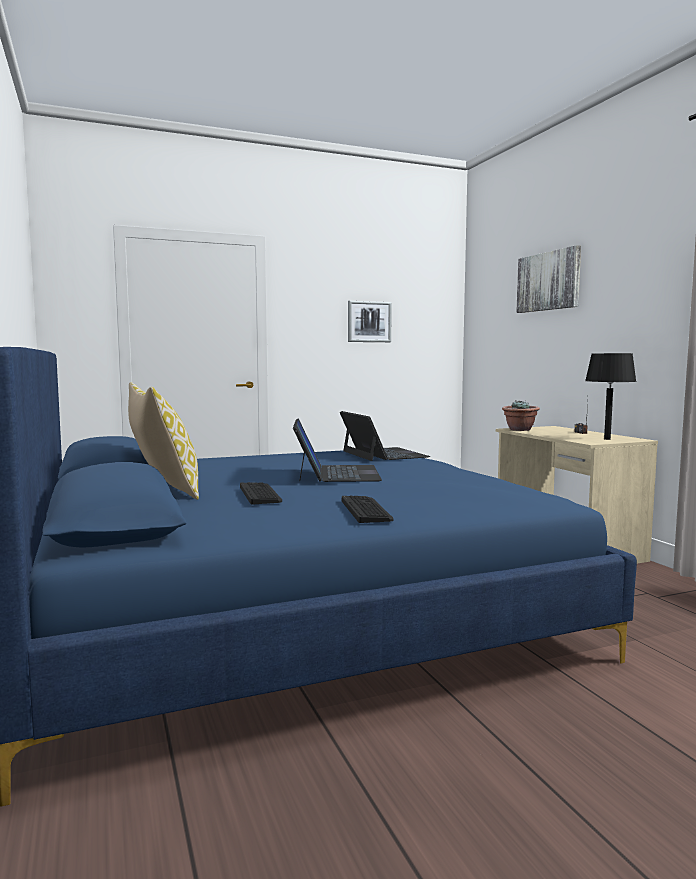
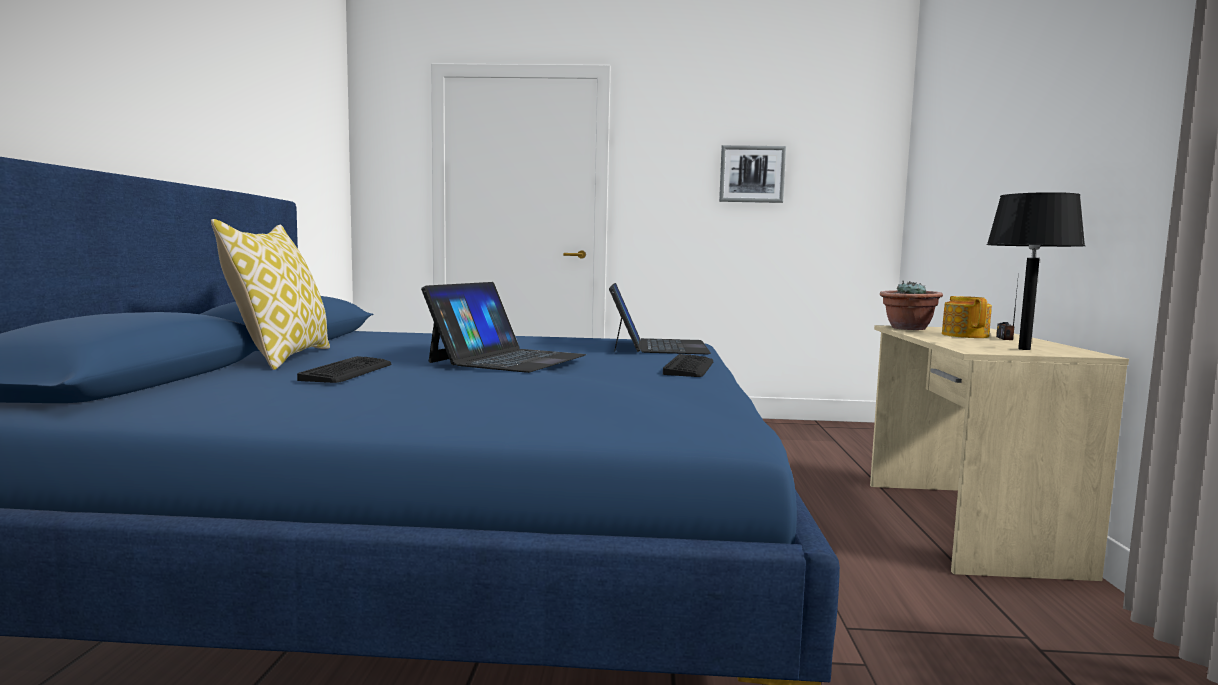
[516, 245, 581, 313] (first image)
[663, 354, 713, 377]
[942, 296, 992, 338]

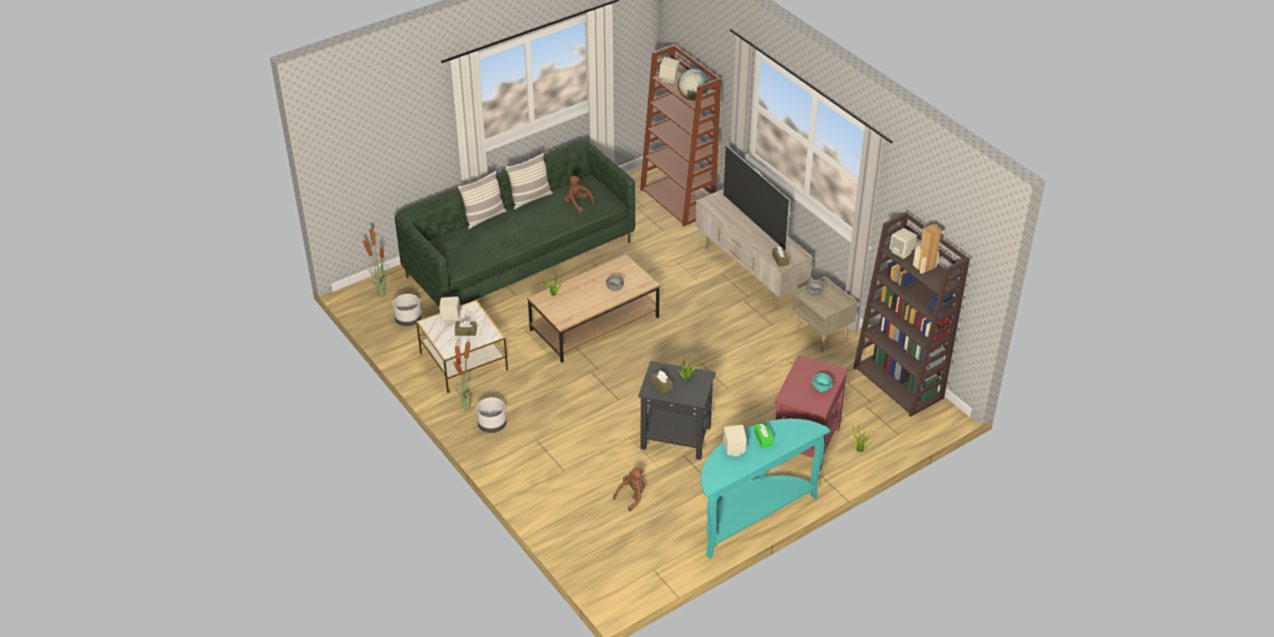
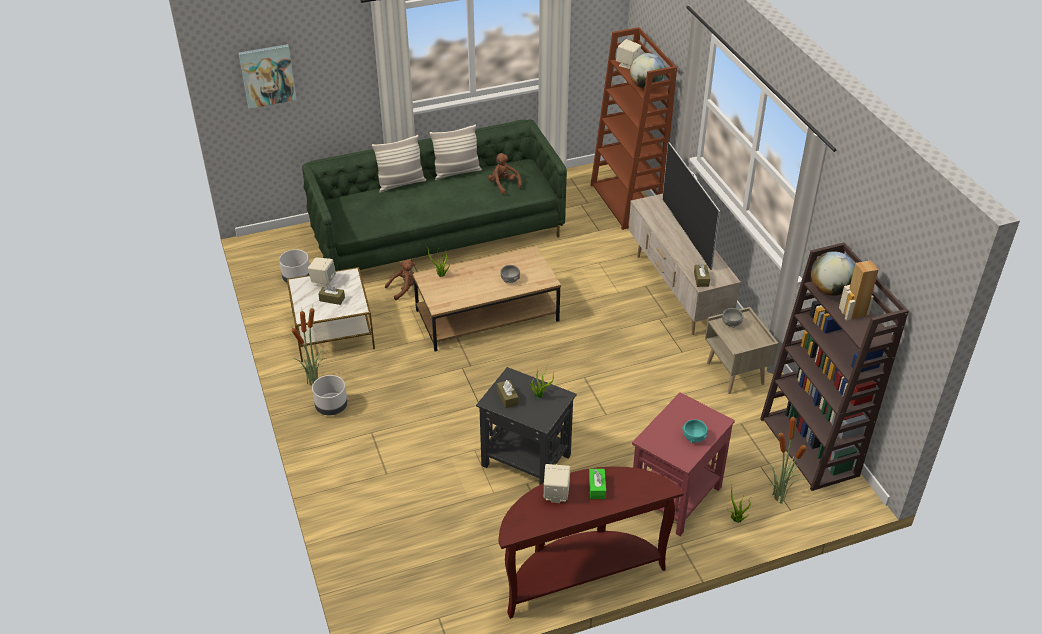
[769, 413, 806, 504]
[811, 251, 855, 296]
[498, 466, 684, 619]
[385, 260, 416, 300]
[239, 44, 297, 109]

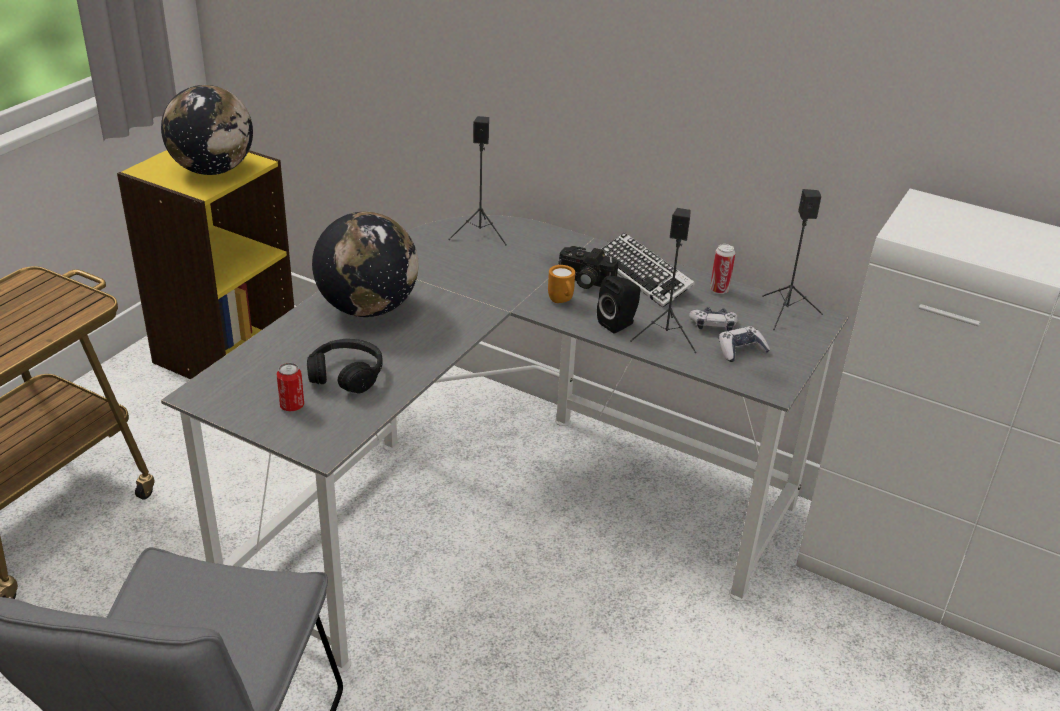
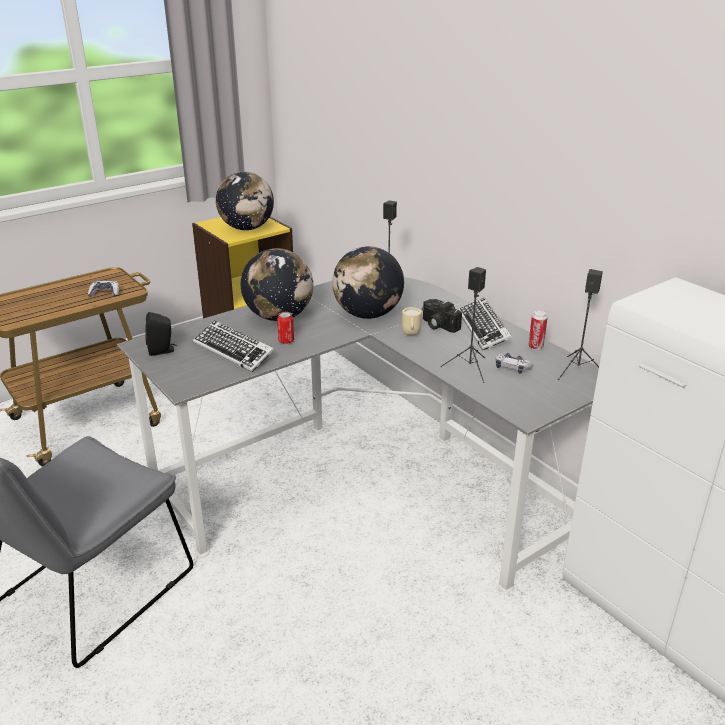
[402, 307, 422, 335]
[145, 312, 177, 356]
[88, 281, 119, 297]
[193, 320, 274, 372]
[277, 312, 294, 344]
[332, 246, 404, 319]

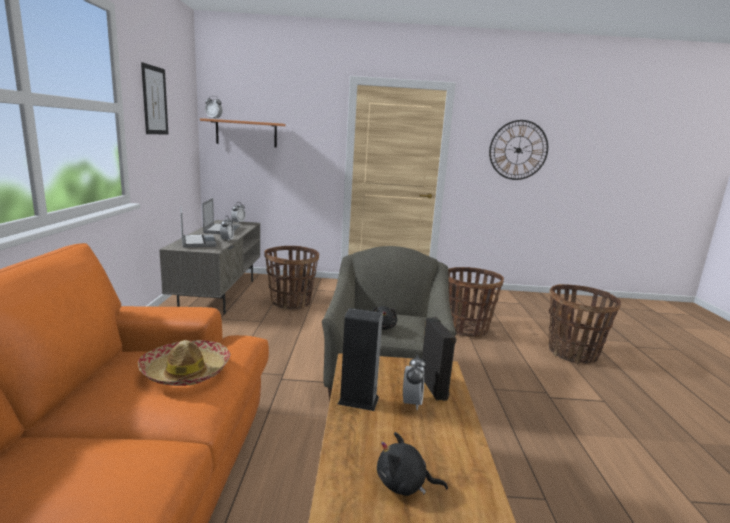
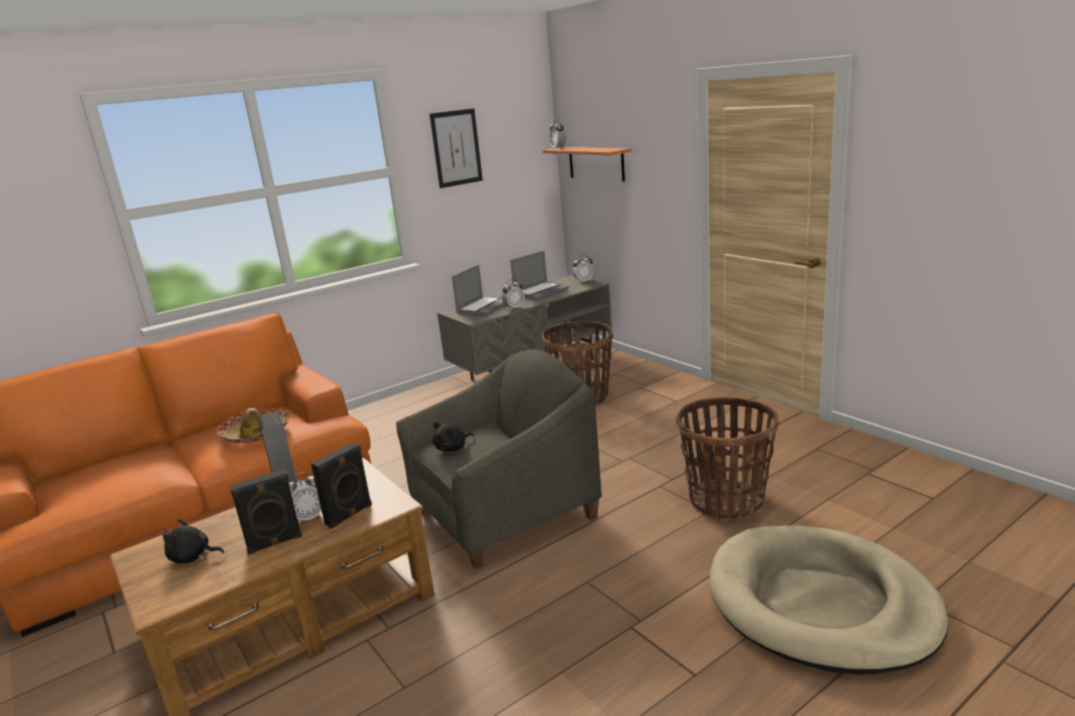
[489, 120, 548, 180] (first image)
[710, 525, 949, 675]
[163, 519, 224, 563]
[230, 469, 302, 555]

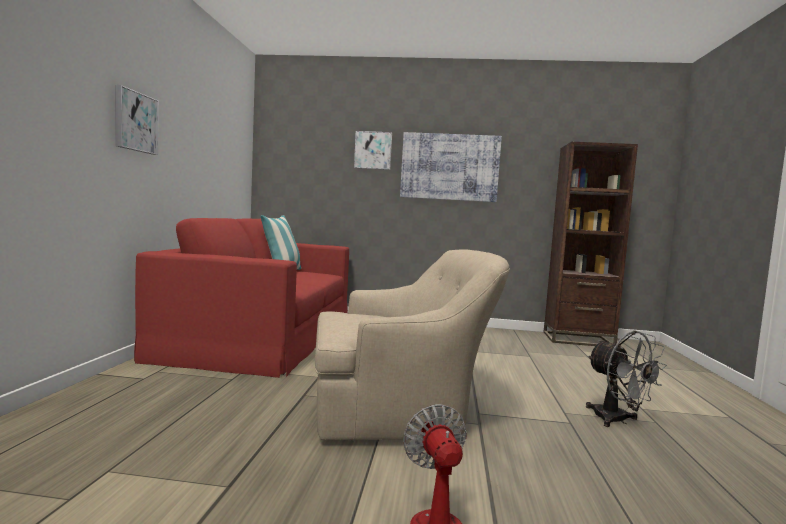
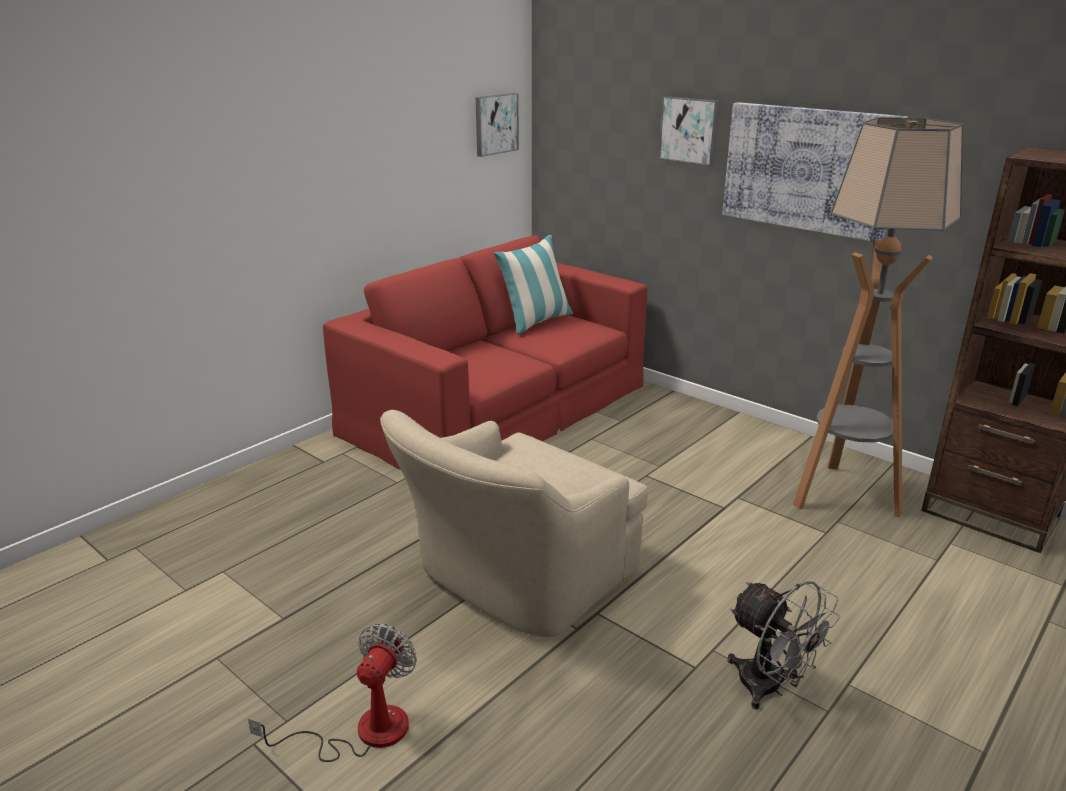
[476, 93, 519, 157]
[380, 410, 648, 637]
[727, 581, 840, 709]
[793, 117, 963, 517]

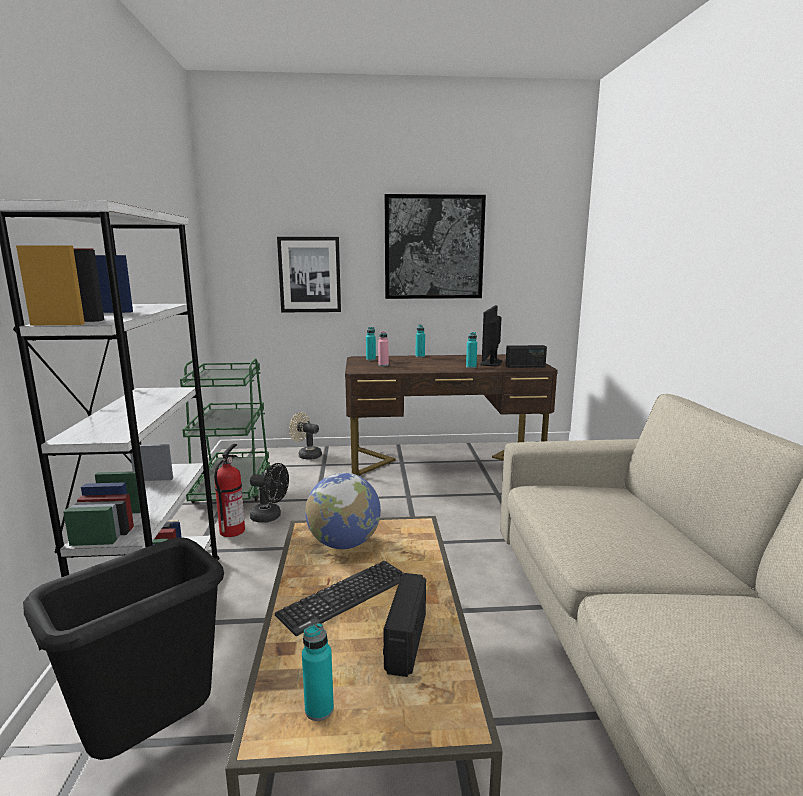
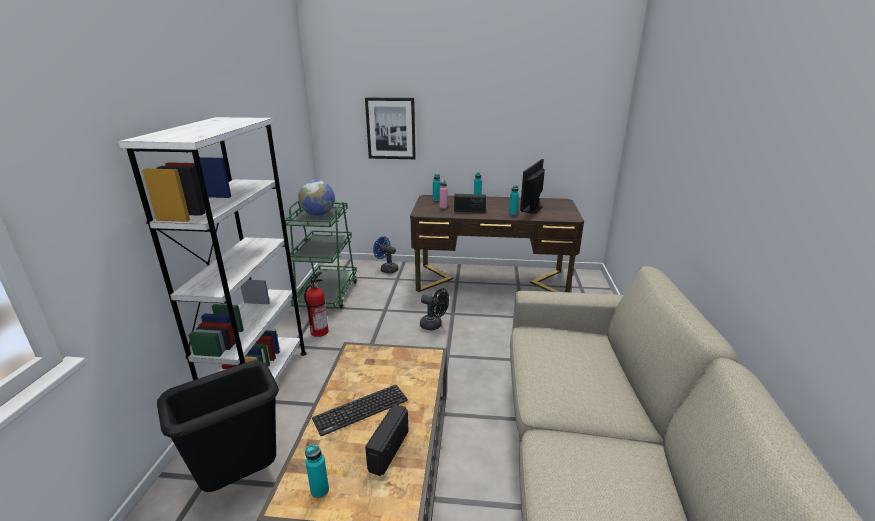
[385, 194, 486, 299] (first image)
[454, 194, 486, 213]
[373, 236, 398, 274]
[420, 288, 449, 330]
[298, 180, 335, 216]

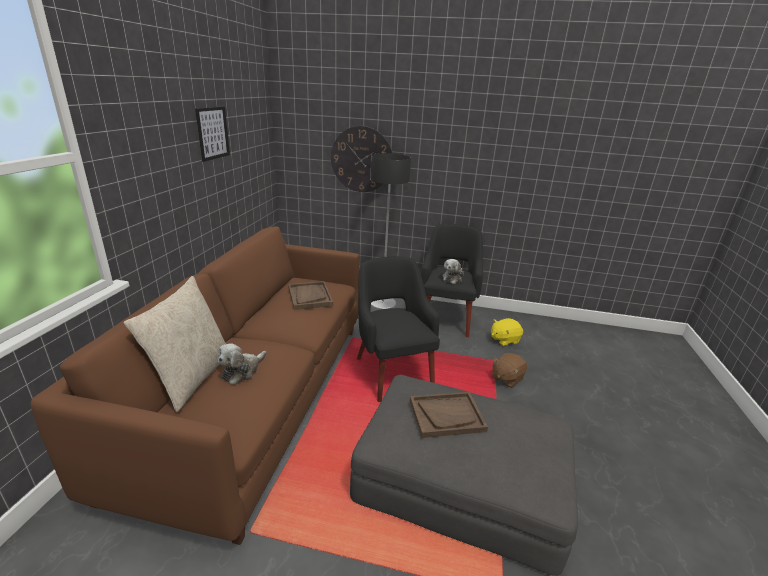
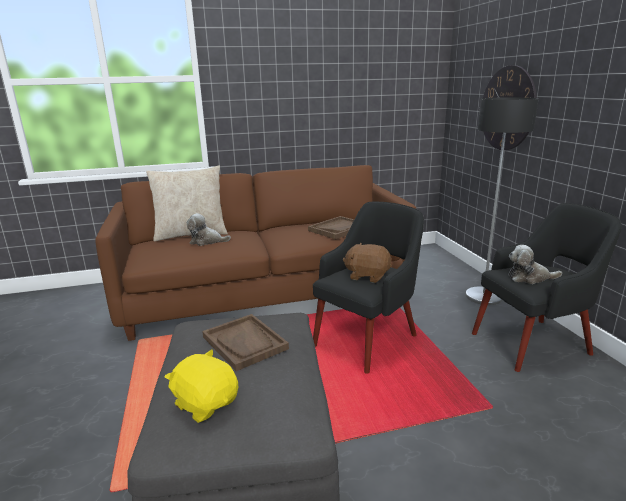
[195, 106, 230, 162] (first image)
[164, 350, 238, 423]
[343, 243, 392, 283]

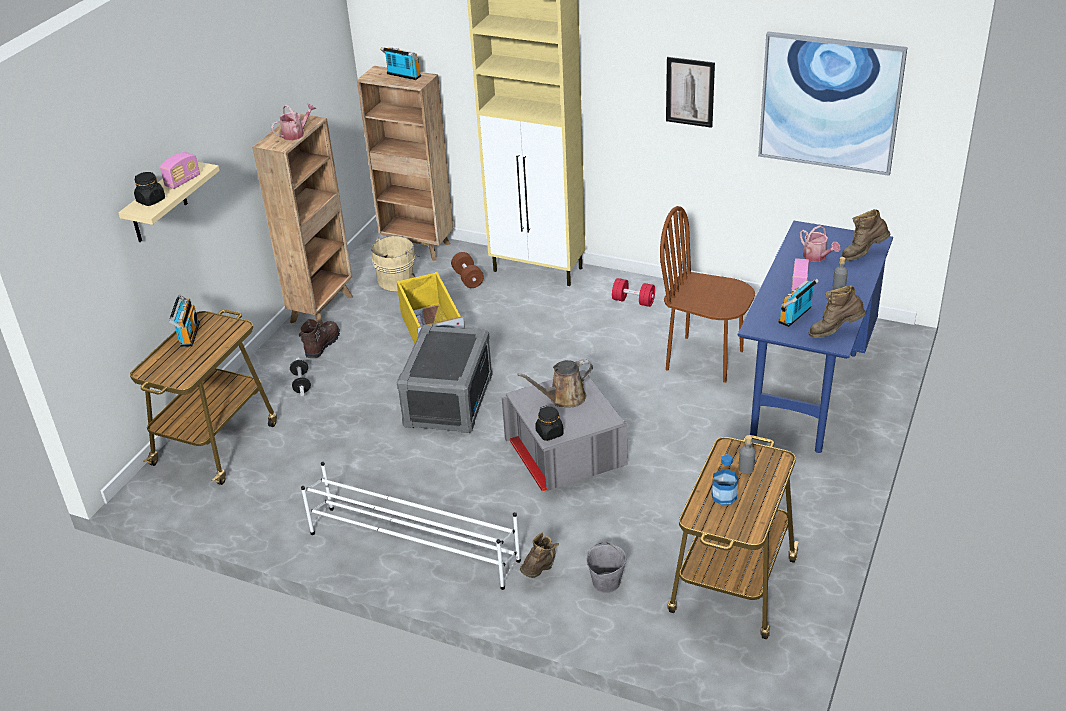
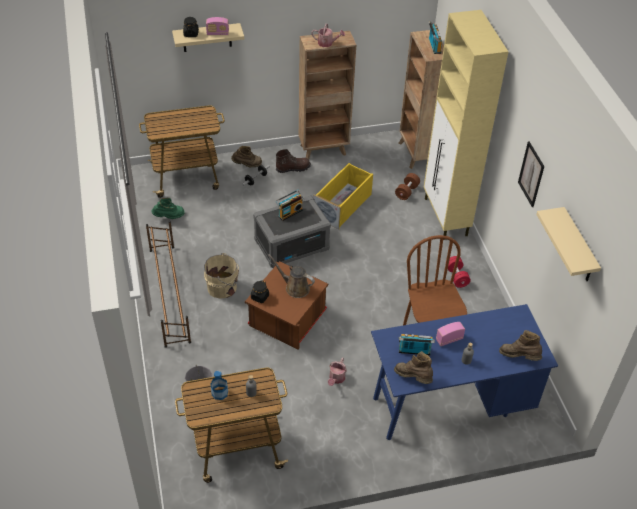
[536, 207, 601, 281]
[328, 358, 347, 386]
[204, 253, 239, 299]
[276, 189, 303, 221]
[245, 261, 328, 350]
[146, 221, 191, 348]
[231, 146, 262, 167]
[152, 198, 185, 219]

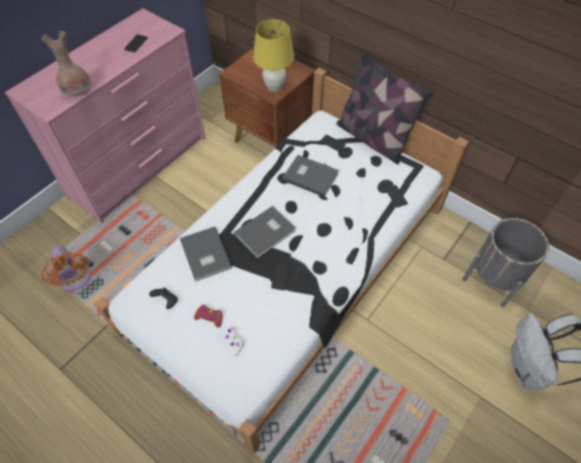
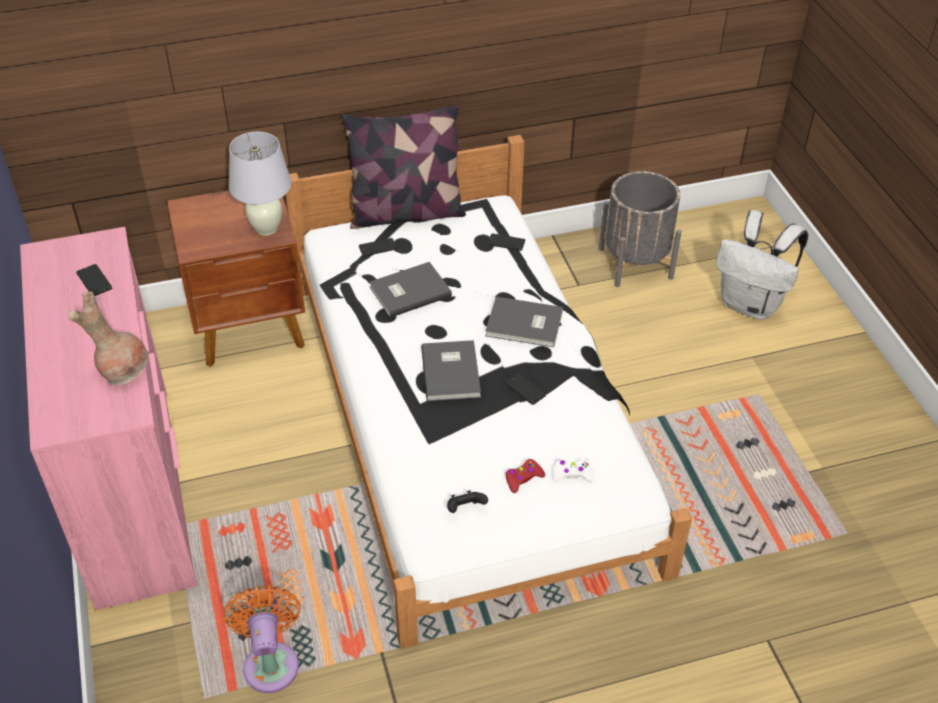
[229, 132, 291, 236]
[485, 297, 563, 347]
[223, 585, 301, 693]

